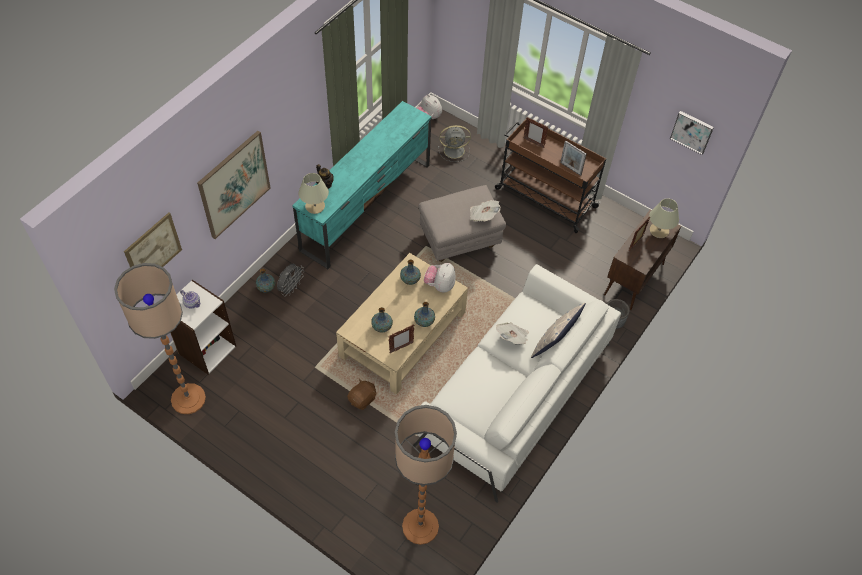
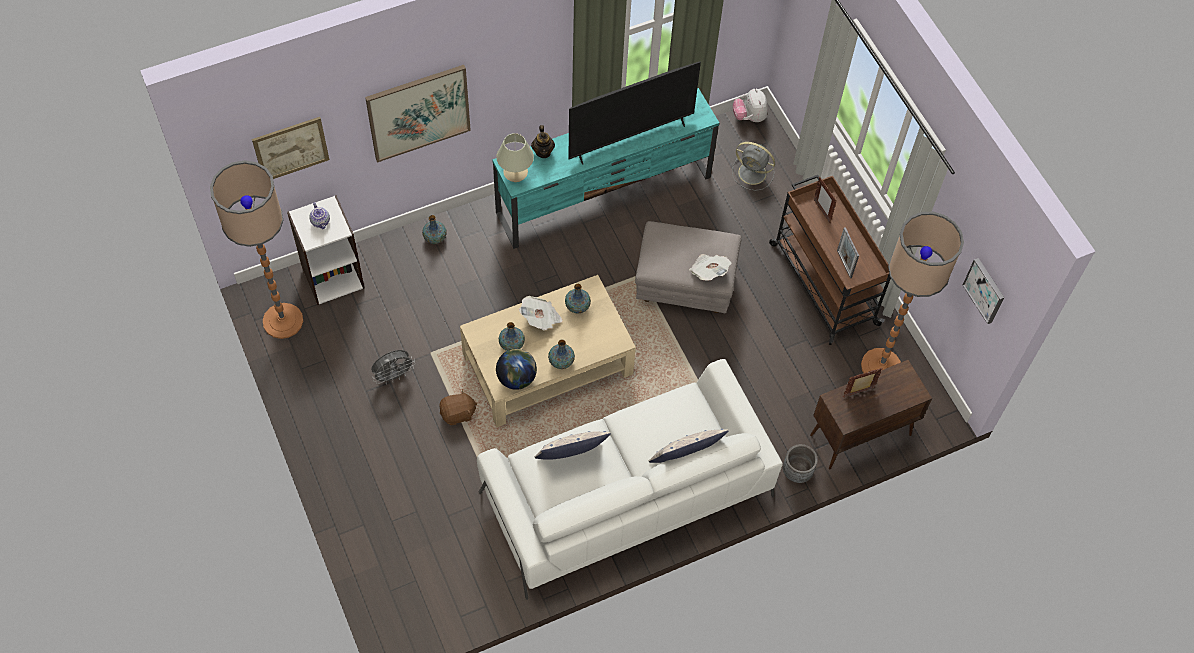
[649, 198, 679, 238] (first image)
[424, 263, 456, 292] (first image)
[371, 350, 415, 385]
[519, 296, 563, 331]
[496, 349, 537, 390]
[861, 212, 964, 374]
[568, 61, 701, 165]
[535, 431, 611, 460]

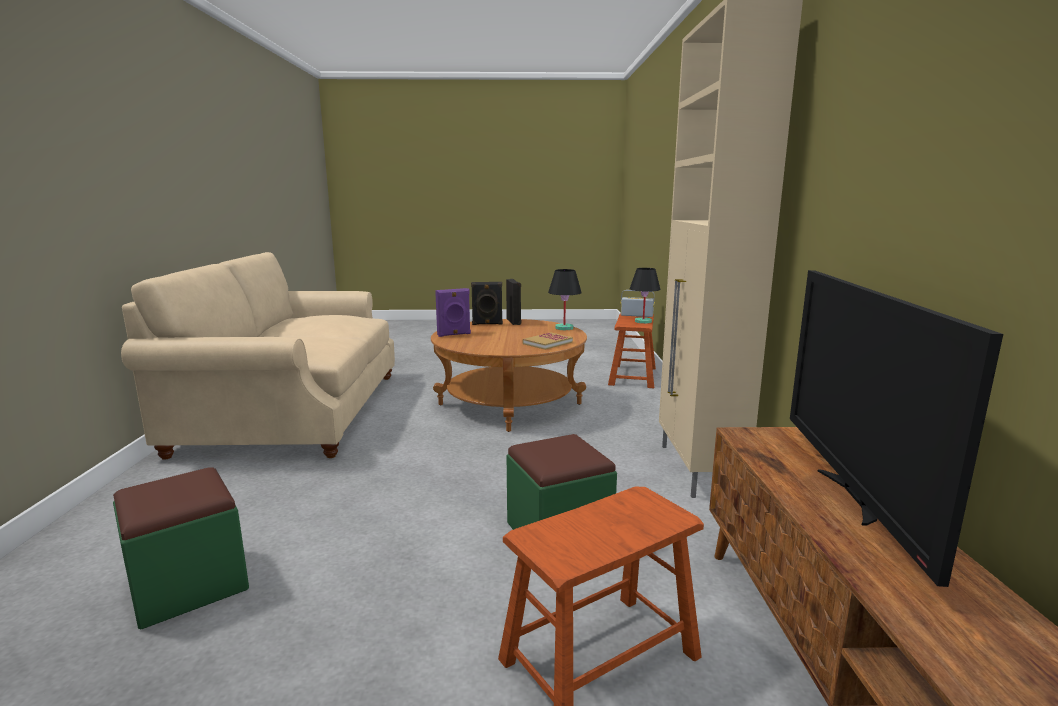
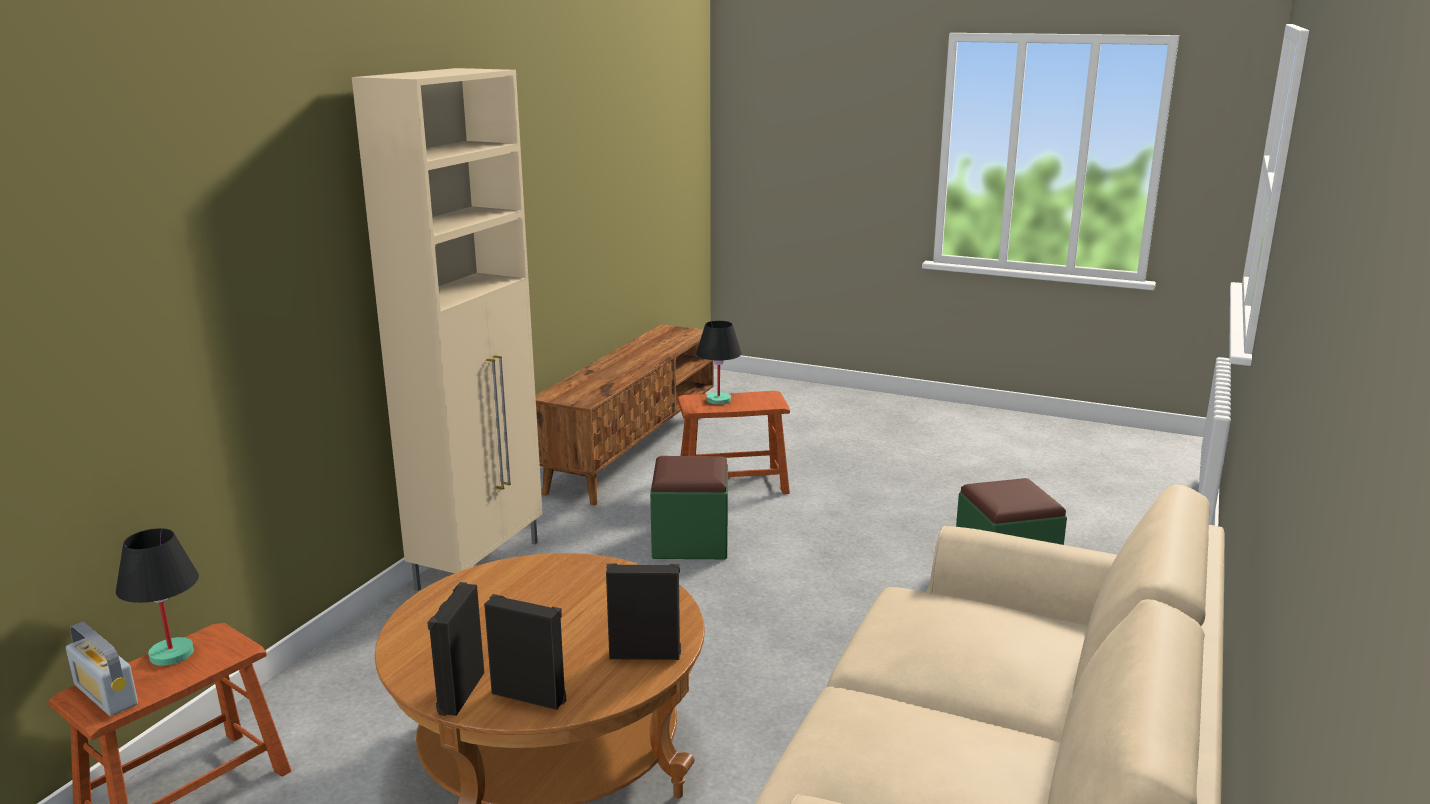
[696, 321, 742, 405]
[790, 270, 1003, 587] (first image)
[606, 563, 681, 660]
[523, 332, 573, 350] (first image)

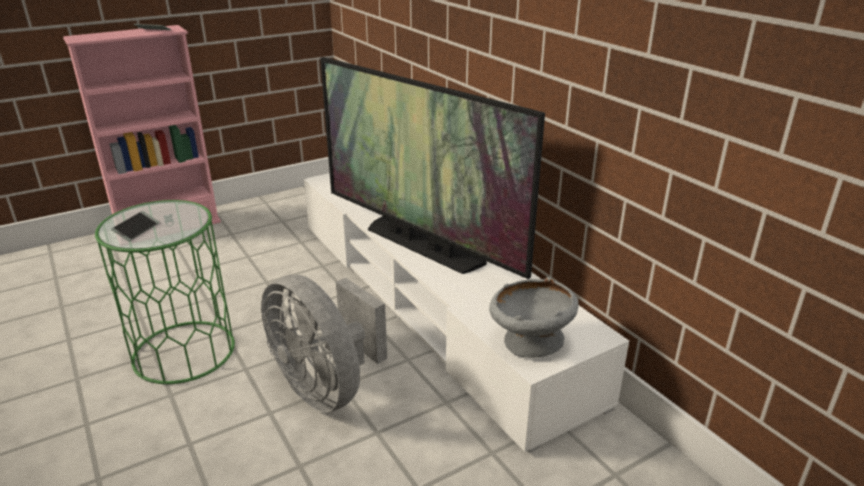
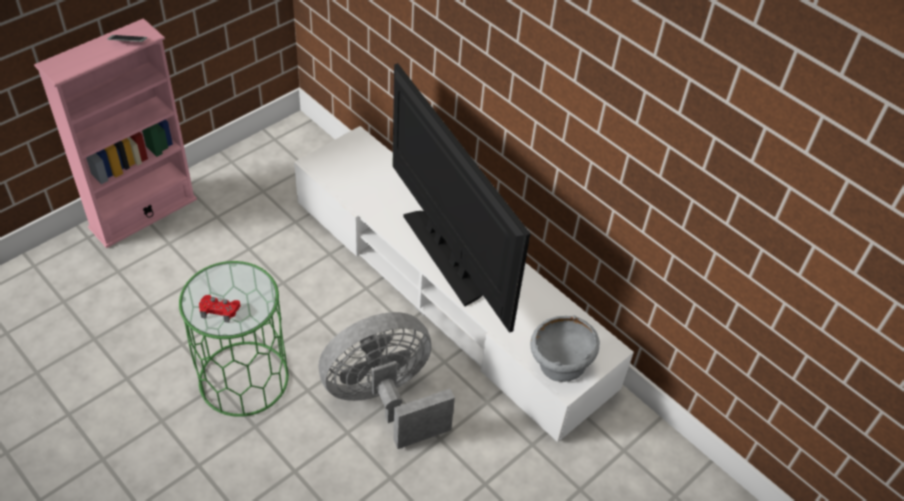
[393, 63, 531, 333]
[199, 295, 240, 323]
[318, 312, 455, 449]

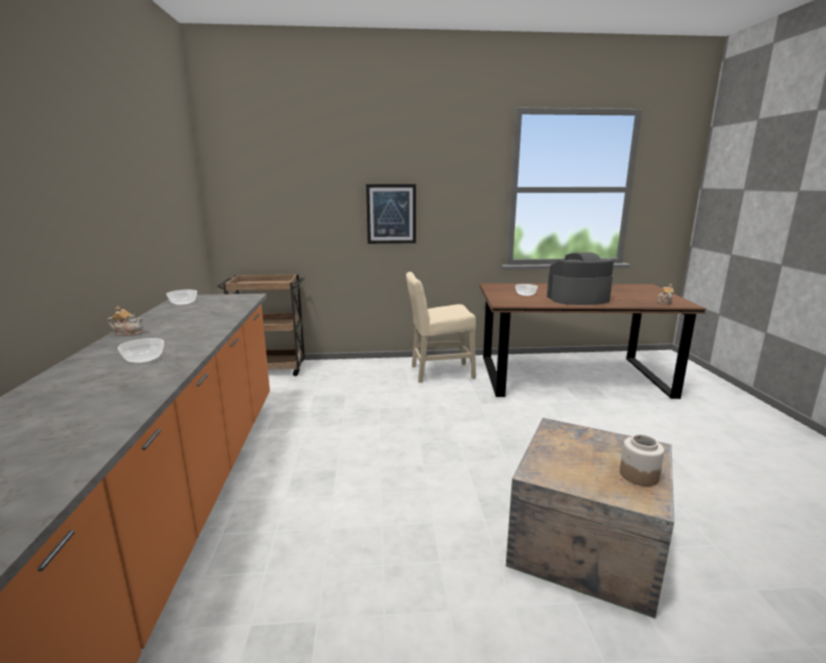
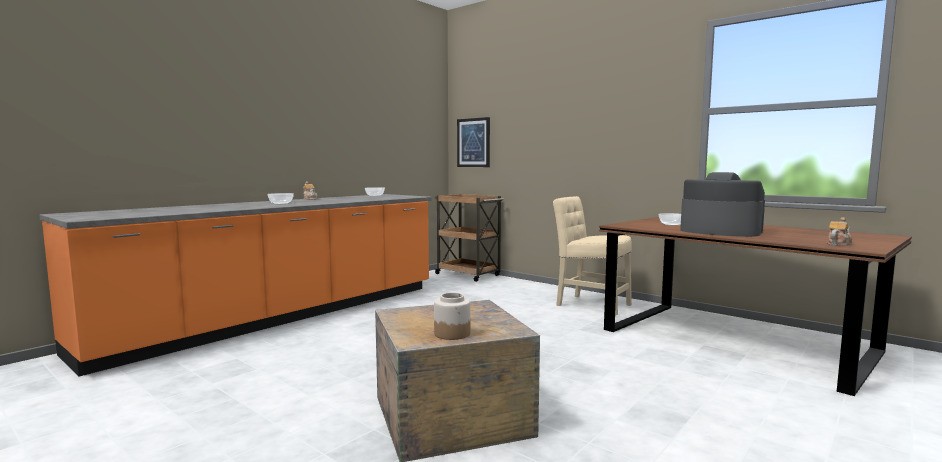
[457, 117, 490, 167]

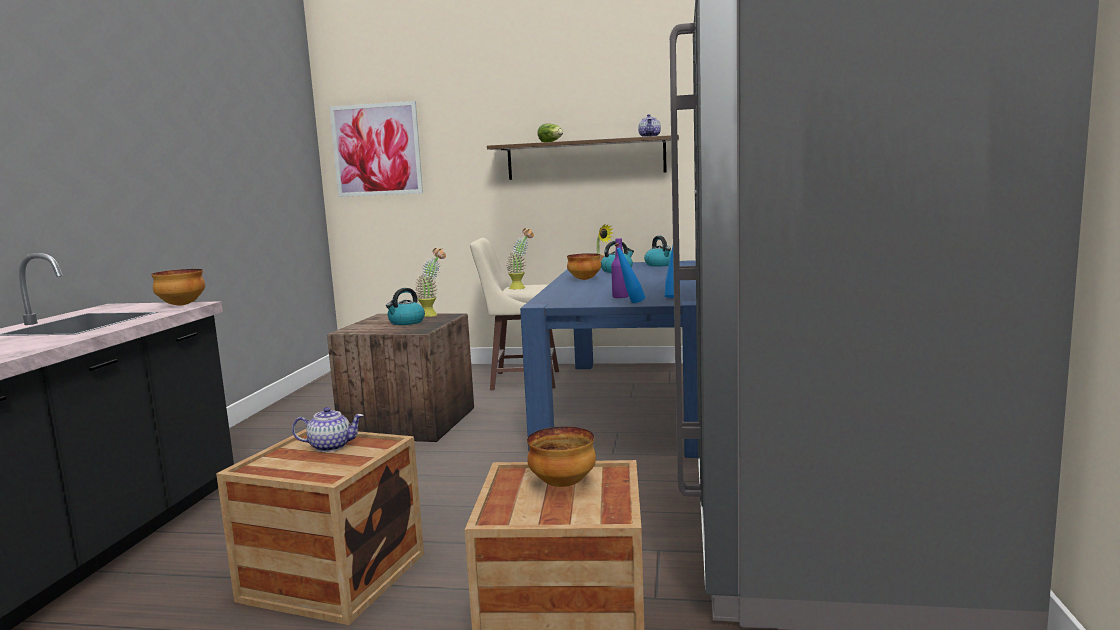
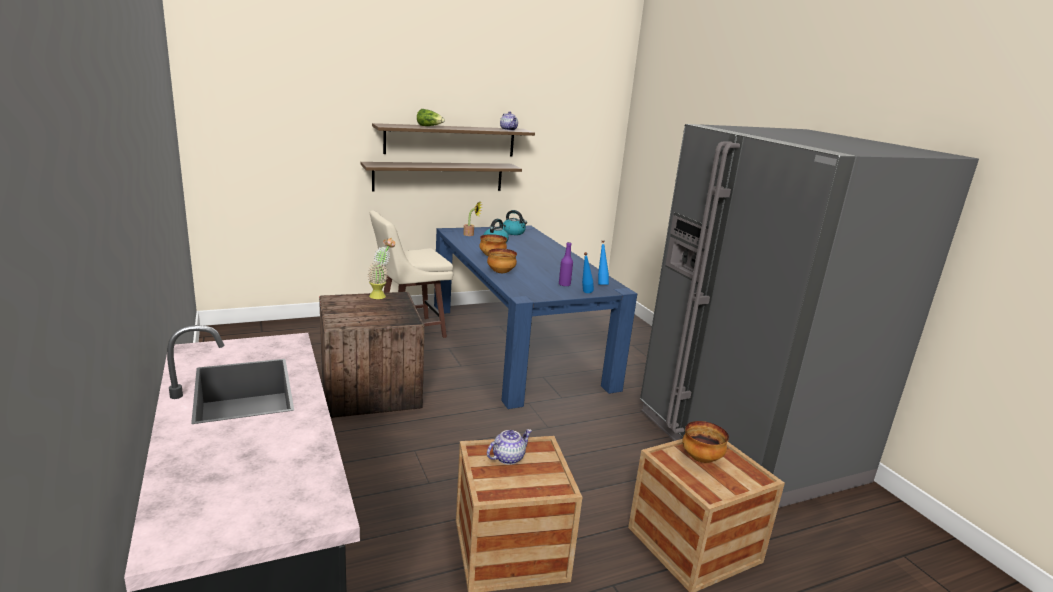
[329, 101, 423, 197] (first image)
[506, 228, 534, 289] (first image)
[487, 248, 517, 273]
[386, 288, 425, 325] (first image)
[361, 162, 522, 191]

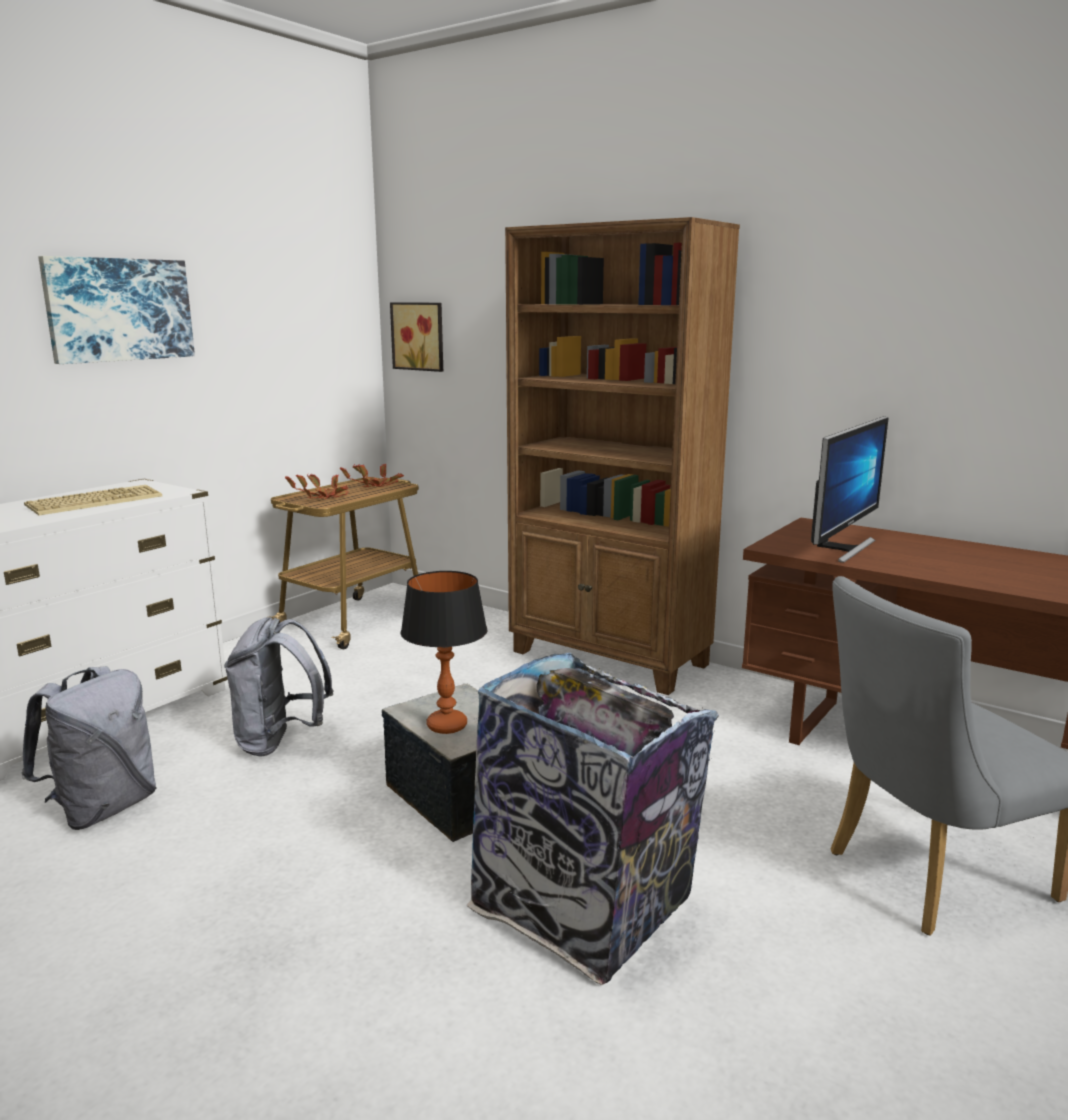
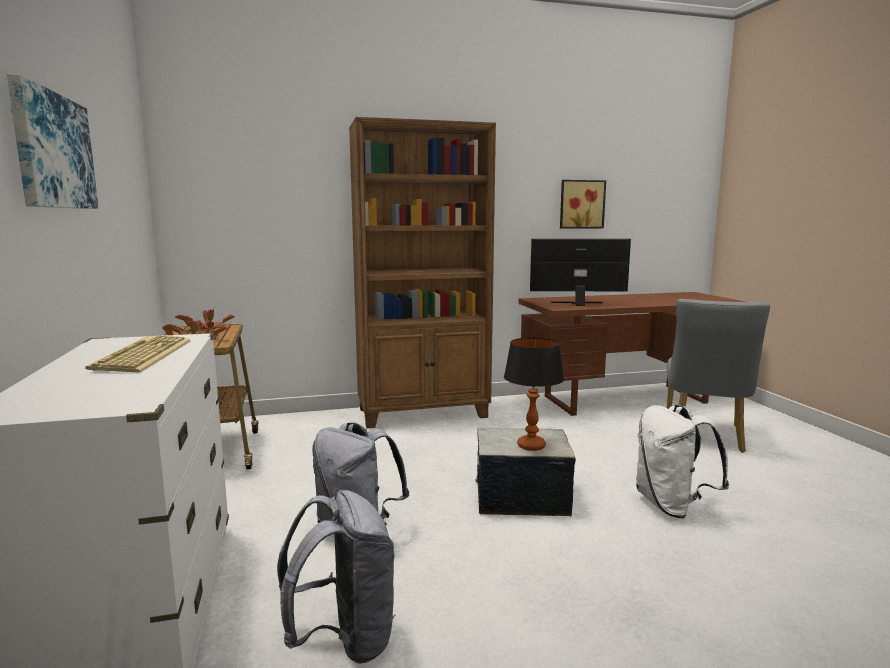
[560, 180, 606, 229]
[530, 239, 631, 306]
[636, 404, 730, 519]

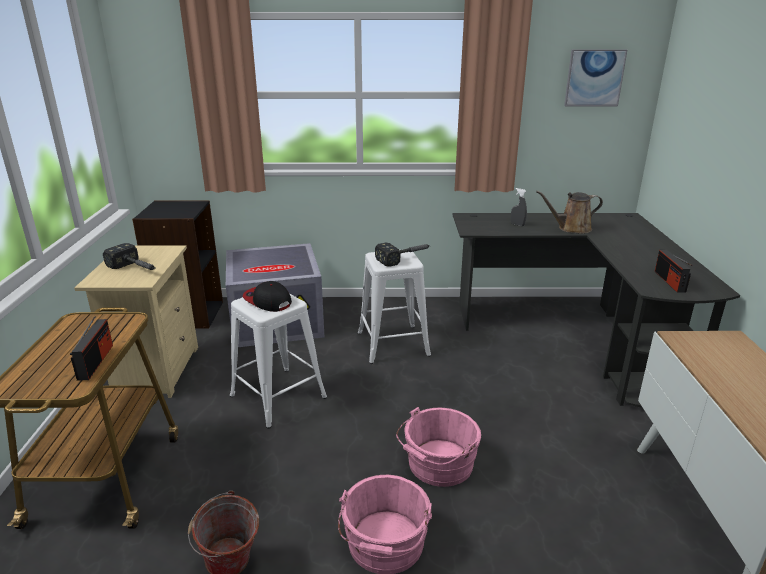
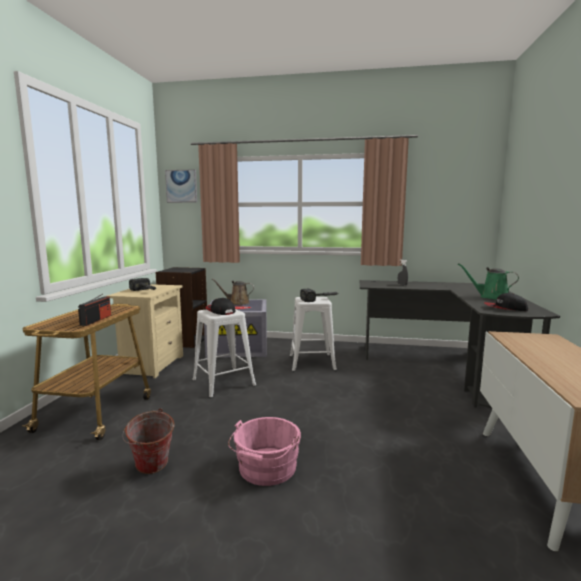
[165, 169, 197, 203]
[211, 279, 254, 305]
[484, 293, 528, 311]
[396, 407, 481, 487] (first image)
[458, 263, 519, 300]

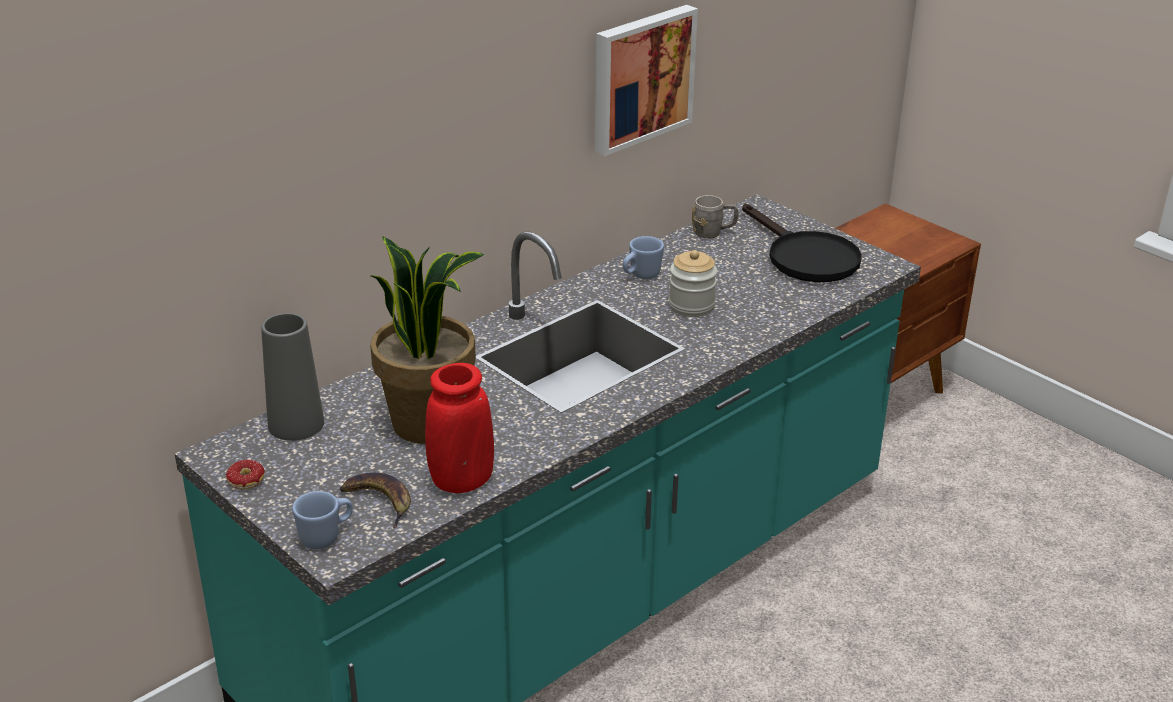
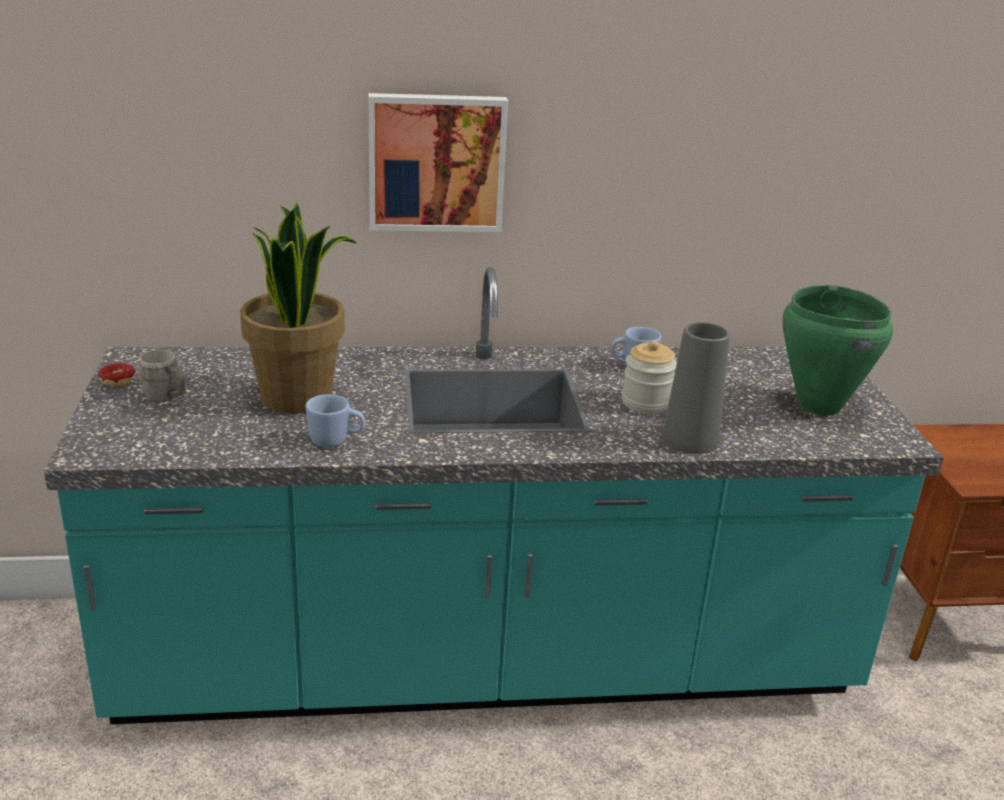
[369, 93, 508, 232]
[139, 350, 185, 402]
[782, 285, 893, 416]
[662, 322, 730, 454]
[425, 363, 494, 493] (first image)
[340, 472, 411, 528] (first image)
[306, 394, 365, 448]

